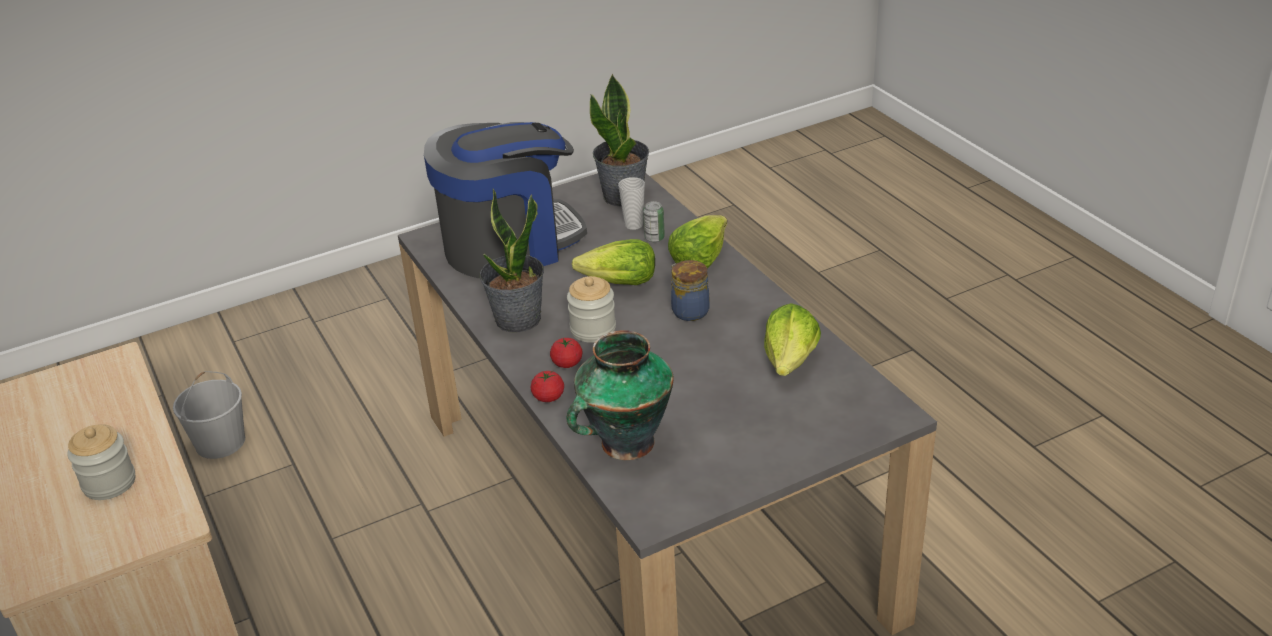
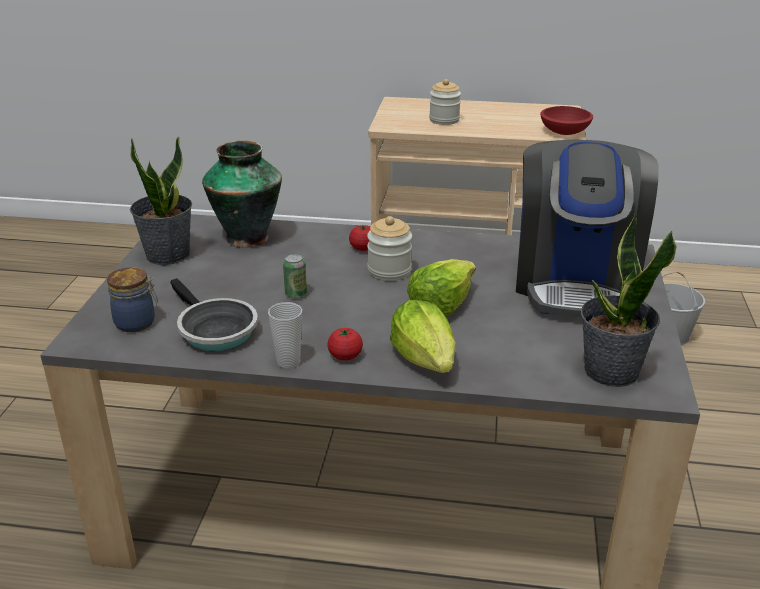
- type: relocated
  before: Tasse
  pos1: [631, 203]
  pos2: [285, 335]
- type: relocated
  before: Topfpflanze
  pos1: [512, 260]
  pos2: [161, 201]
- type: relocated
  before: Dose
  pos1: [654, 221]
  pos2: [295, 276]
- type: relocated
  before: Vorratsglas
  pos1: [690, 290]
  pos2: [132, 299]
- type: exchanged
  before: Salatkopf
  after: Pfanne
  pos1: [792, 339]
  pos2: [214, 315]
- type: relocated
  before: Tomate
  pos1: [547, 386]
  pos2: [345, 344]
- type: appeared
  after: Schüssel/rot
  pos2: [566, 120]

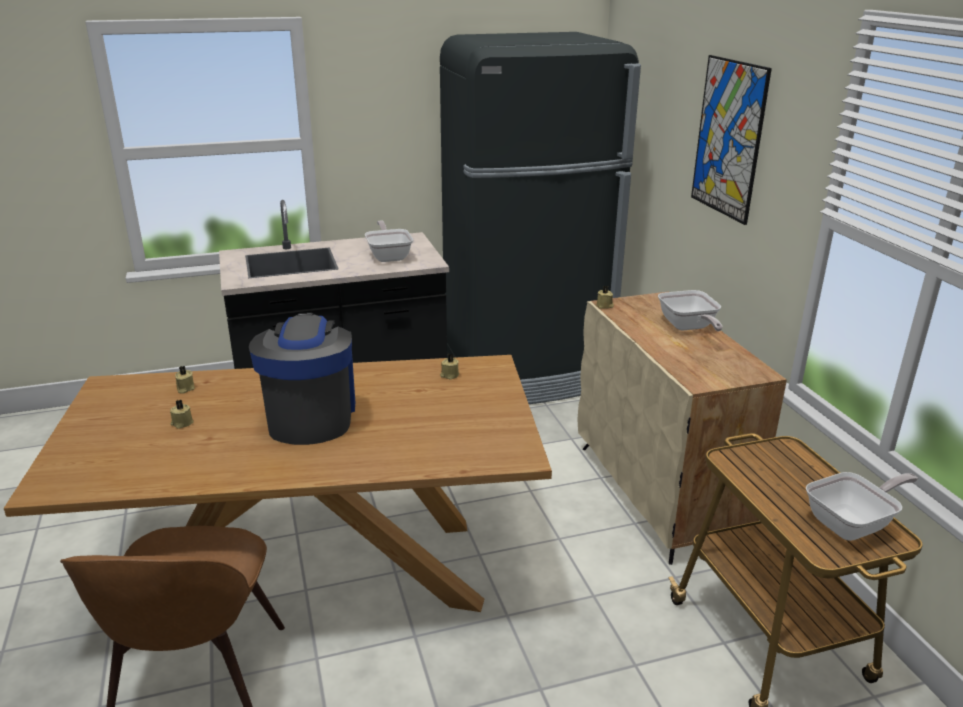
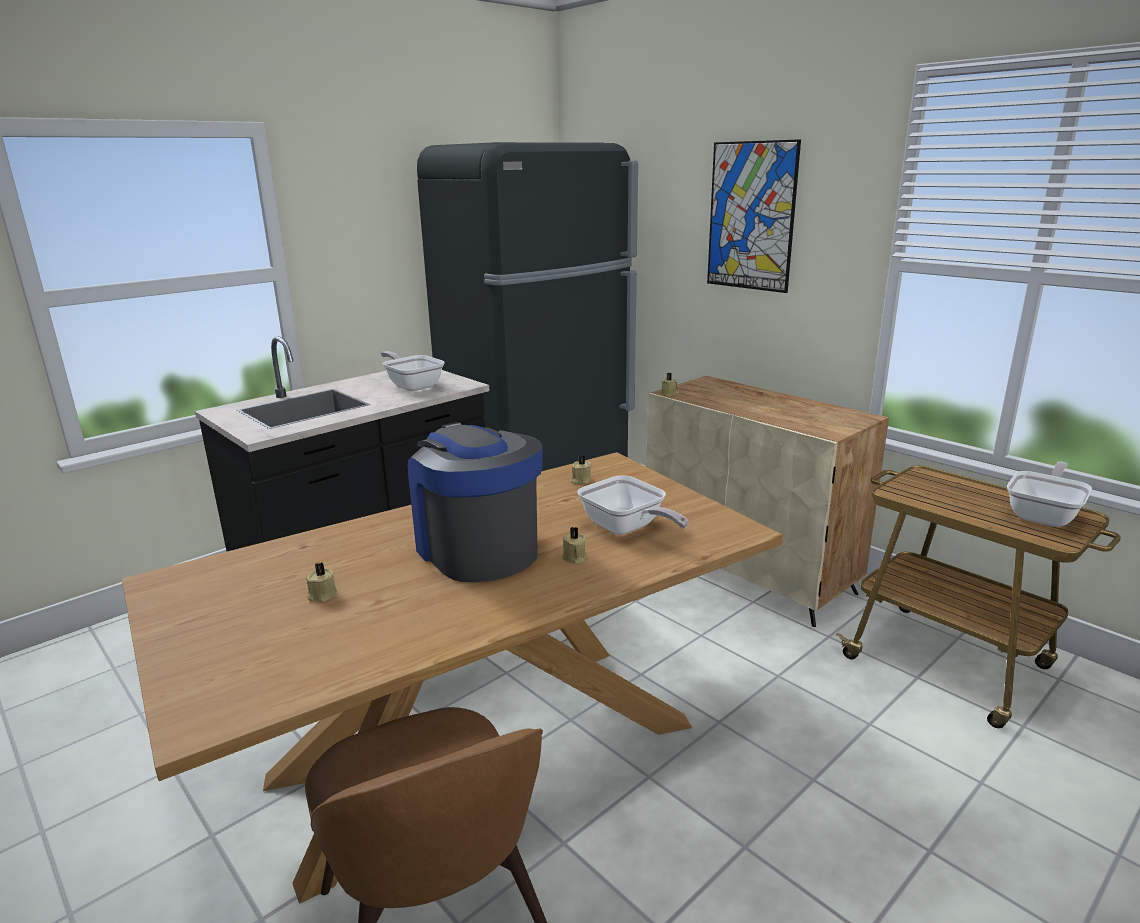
- type: relocated
  before: Pfanne
  pos1: [690, 311]
  pos2: [633, 505]
- type: relocated
  before: Kerze/beige
  pos1: [185, 379]
  pos2: [574, 545]

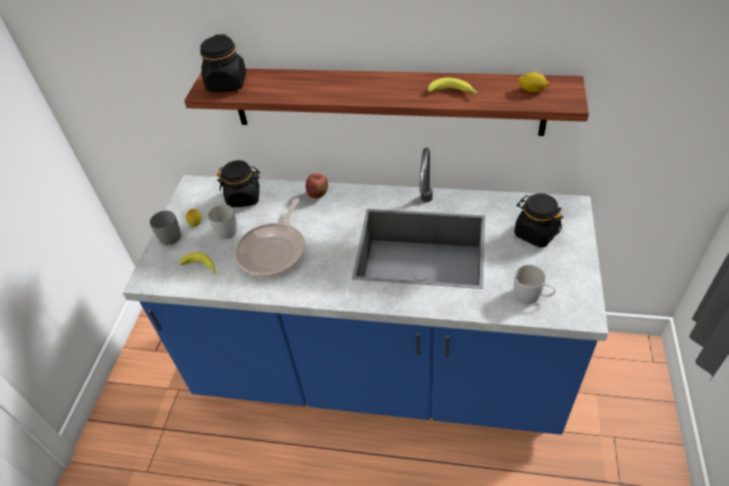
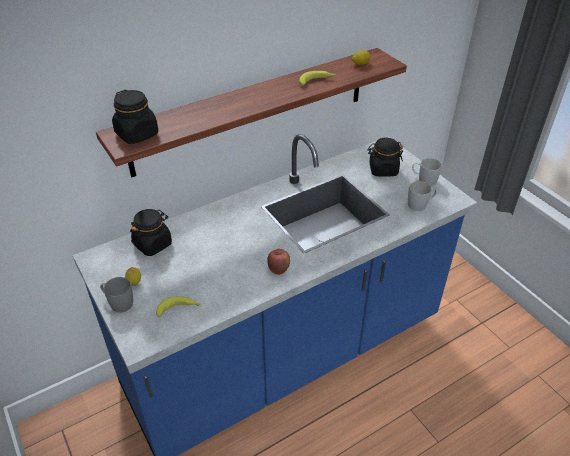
- type: relocated
  before: Apfel
  pos1: [317, 186]
  pos2: [278, 262]
- type: missing
  before: Pfanne
  pos1: [270, 238]
- type: relocated
  before: Henkelbecher/weiß
  pos1: [222, 221]
  pos2: [427, 172]

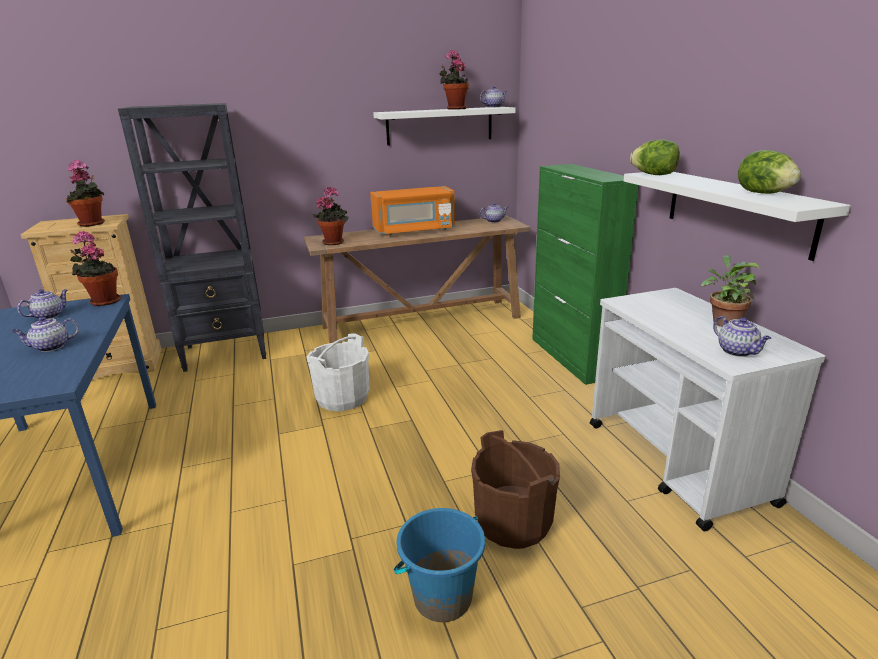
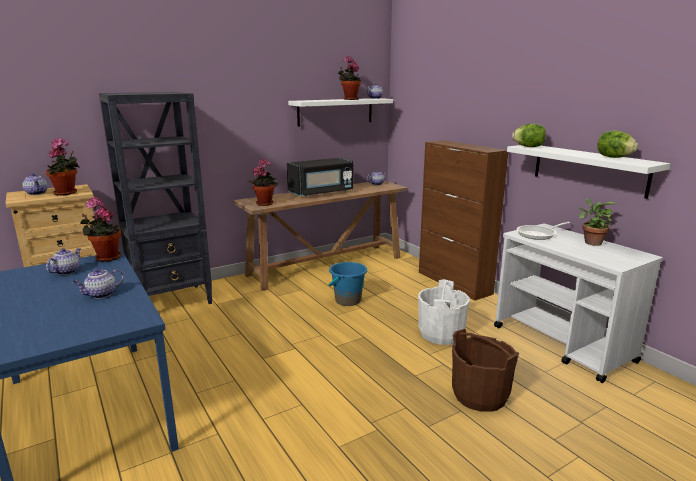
- type: colour
  before: Schrank/grün
  after: Schrank/braun
  pos1: [585, 274]
  pos2: [463, 220]
- type: colour
  before: Mikrowelle/orange
  after: Mikrowelle/schwarz
  pos1: [412, 211]
  pos2: [320, 177]
- type: relocated
  before: Teekanne
  pos1: [742, 336]
  pos2: [35, 184]
- type: relocated
  before: Eimer/weiß
  pos1: [338, 372]
  pos2: [444, 312]
- type: relocated
  before: Eimer/blau
  pos1: [439, 565]
  pos2: [348, 284]
- type: appeared
  after: Pfanne
  pos2: [543, 231]

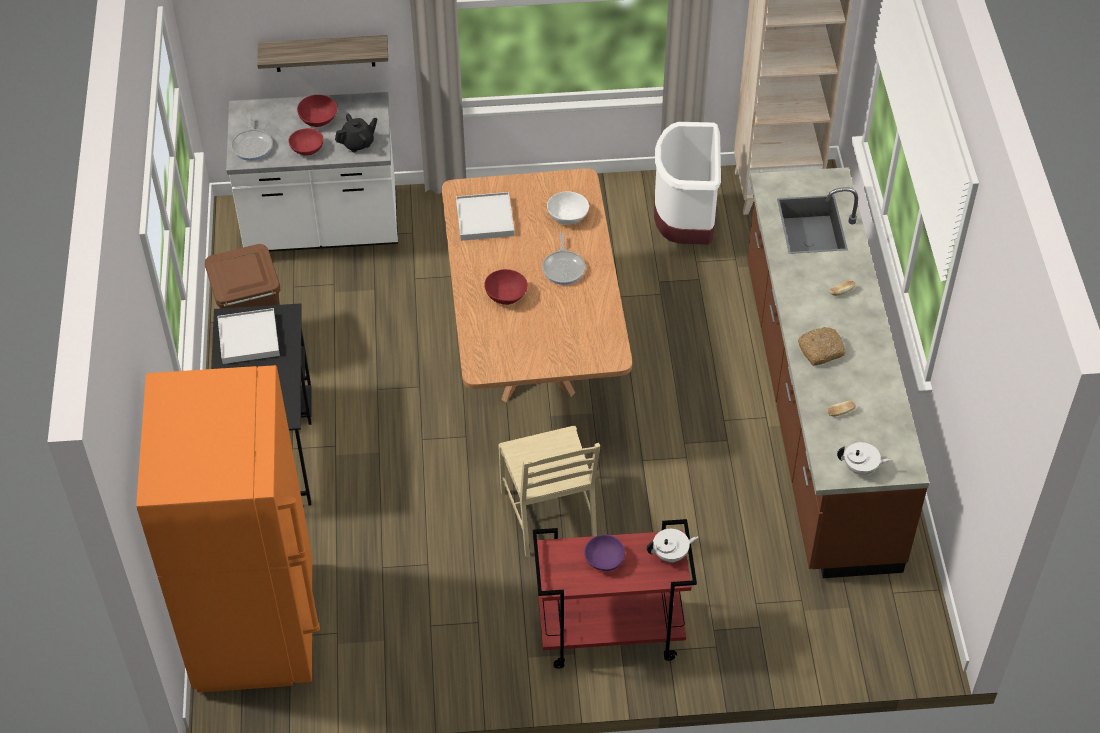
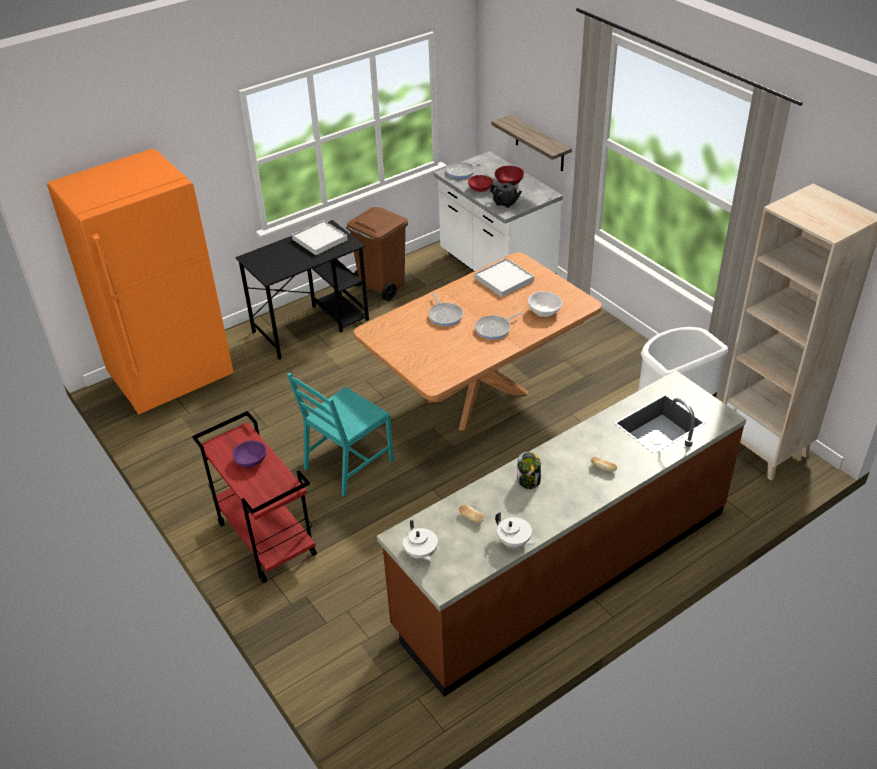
- type: exchanged
  before: Schüssel/rot
  after: Pfanne
  pos1: [506, 287]
  pos2: [445, 309]
- type: exchanged
  before: Brot
  after: Vorratsglas
  pos1: [822, 346]
  pos2: [529, 470]
- type: colour
  before: Stuhl/beige
  after: Stuhl/türkis
  pos1: [549, 491]
  pos2: [340, 434]
- type: relocated
  before: Teekanne/weiß
  pos1: [672, 545]
  pos2: [515, 530]

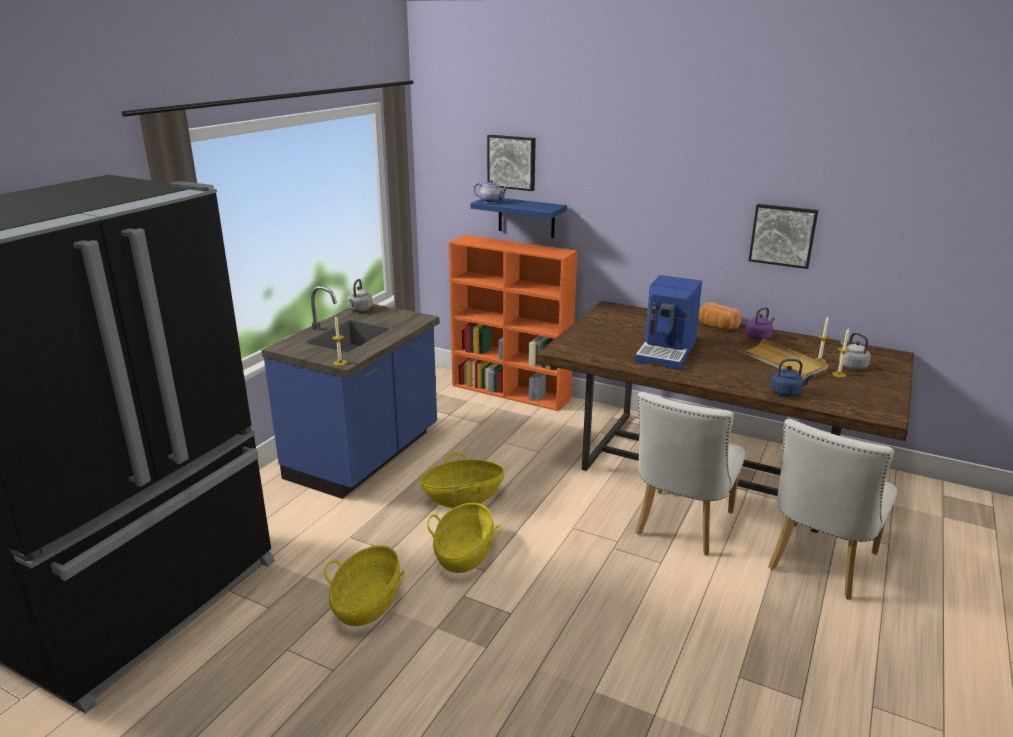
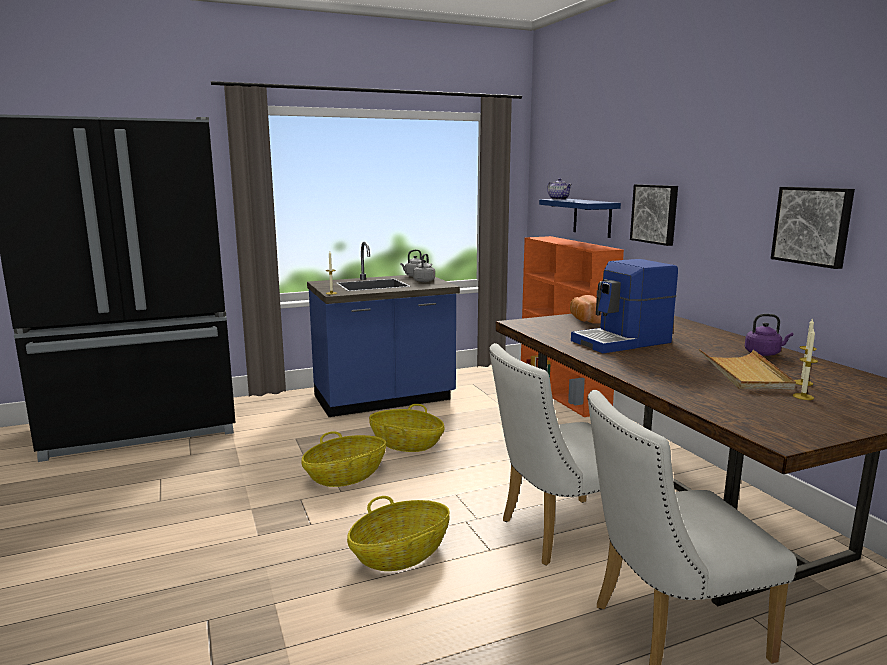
- type: relocated
  before: Bild
  pos1: [511, 163]
  pos2: [654, 215]
- type: relocated
  before: Brot
  pos1: [720, 316]
  pos2: [585, 309]
- type: relocated
  before: Wasserkessel/grau
  pos1: [855, 351]
  pos2: [424, 268]
- type: missing
  before: Wasserkessel/blau
  pos1: [792, 377]
- type: relocated
  before: Korb
  pos1: [364, 585]
  pos2: [398, 533]

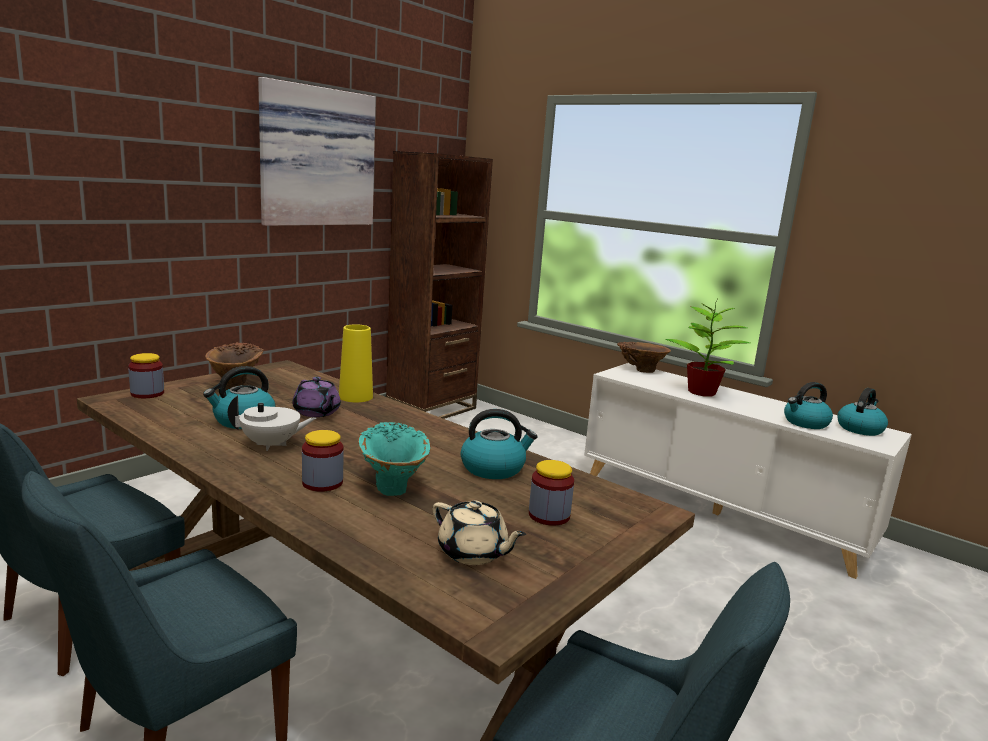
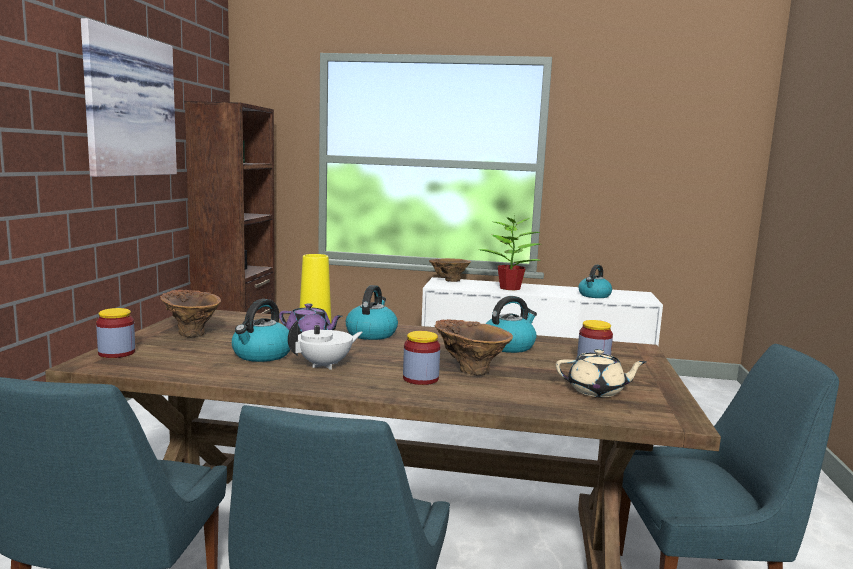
- type: relocated
  before: Wasserkessel
  pos1: [862, 412]
  pos2: [372, 312]
- type: colour
  before: Vase/türkis
  after: Vase/braun
  pos1: [394, 459]
  pos2: [474, 347]

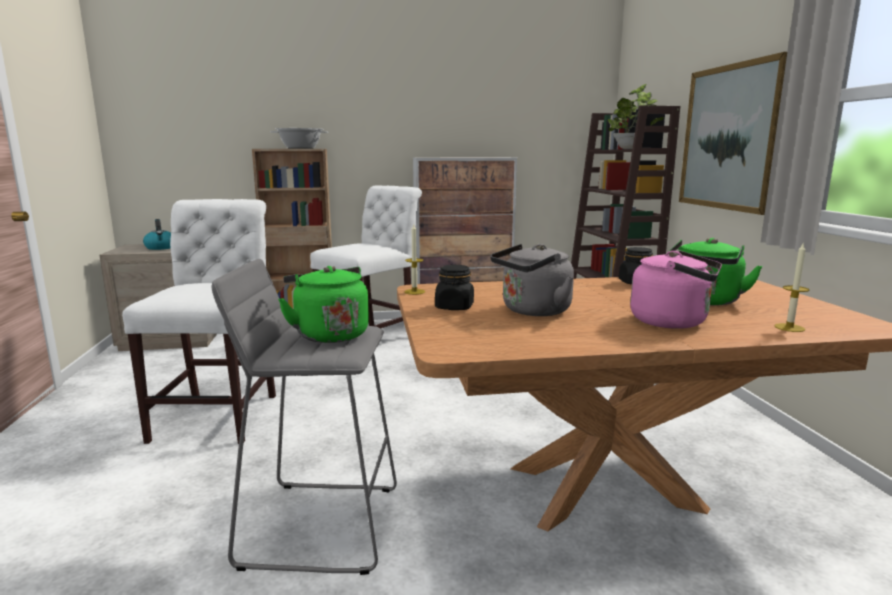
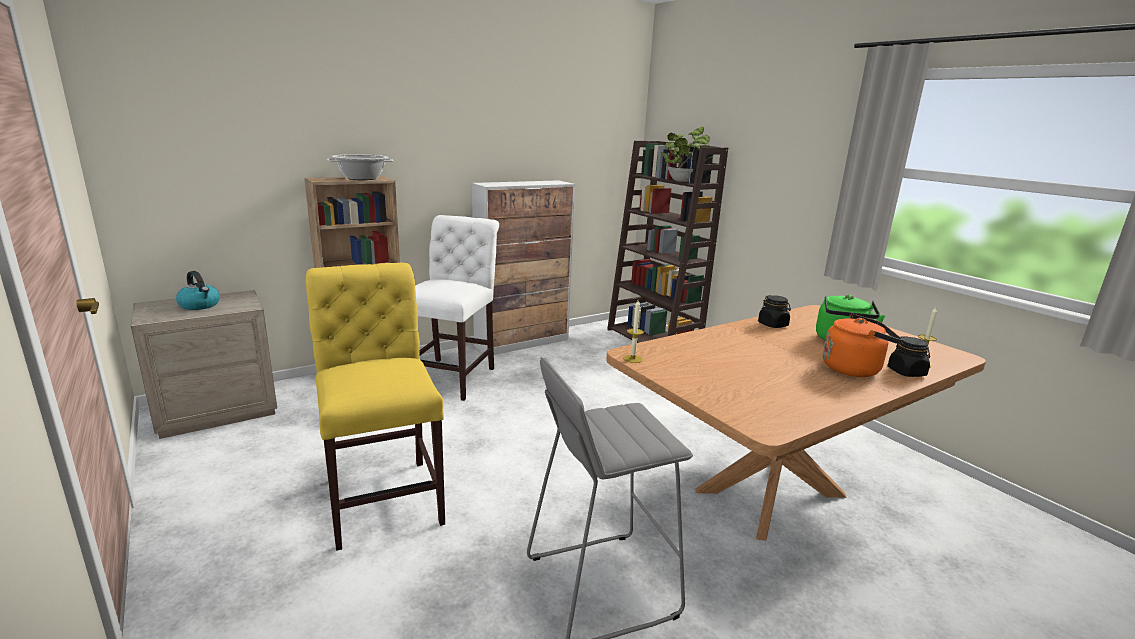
- type: missing
  before: Bild
  pos1: [733, 133]
- type: colour
  before: Stuhl/weiß
  after: Stuhl/gelb
  pos1: [199, 321]
  pos2: [375, 407]
- type: missing
  before: Wasserkessel/grau
  pos1: [532, 280]
- type: colour
  before: Wasserkessel/rosa
  after: Wasserkessel/orange
  pos1: [676, 290]
  pos2: [862, 345]
- type: relocated
  before: Vorratsglas/schwarz
  pos1: [454, 287]
  pos2: [909, 356]
- type: missing
  before: Wasserkessel/grün
  pos1: [323, 304]

